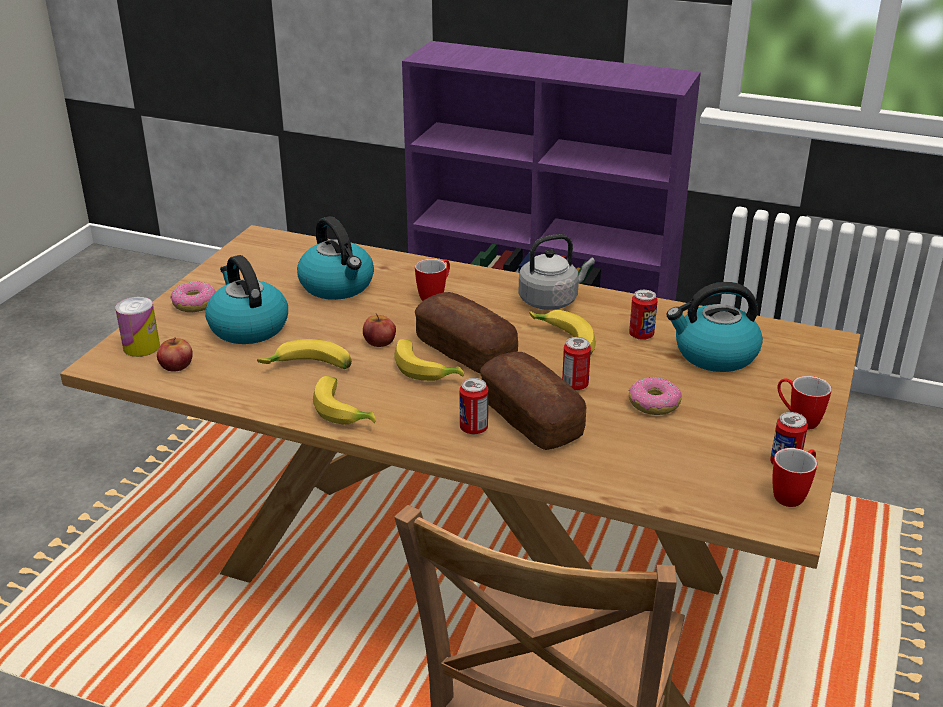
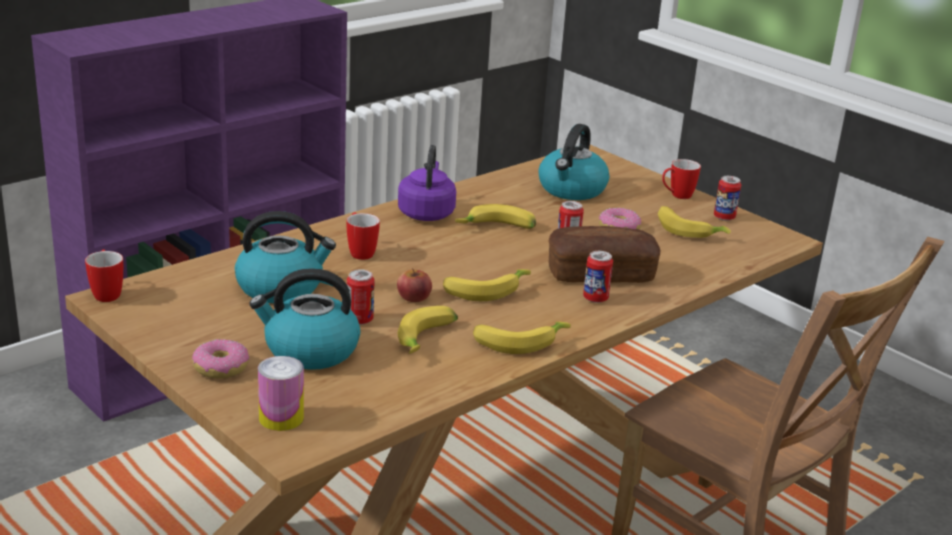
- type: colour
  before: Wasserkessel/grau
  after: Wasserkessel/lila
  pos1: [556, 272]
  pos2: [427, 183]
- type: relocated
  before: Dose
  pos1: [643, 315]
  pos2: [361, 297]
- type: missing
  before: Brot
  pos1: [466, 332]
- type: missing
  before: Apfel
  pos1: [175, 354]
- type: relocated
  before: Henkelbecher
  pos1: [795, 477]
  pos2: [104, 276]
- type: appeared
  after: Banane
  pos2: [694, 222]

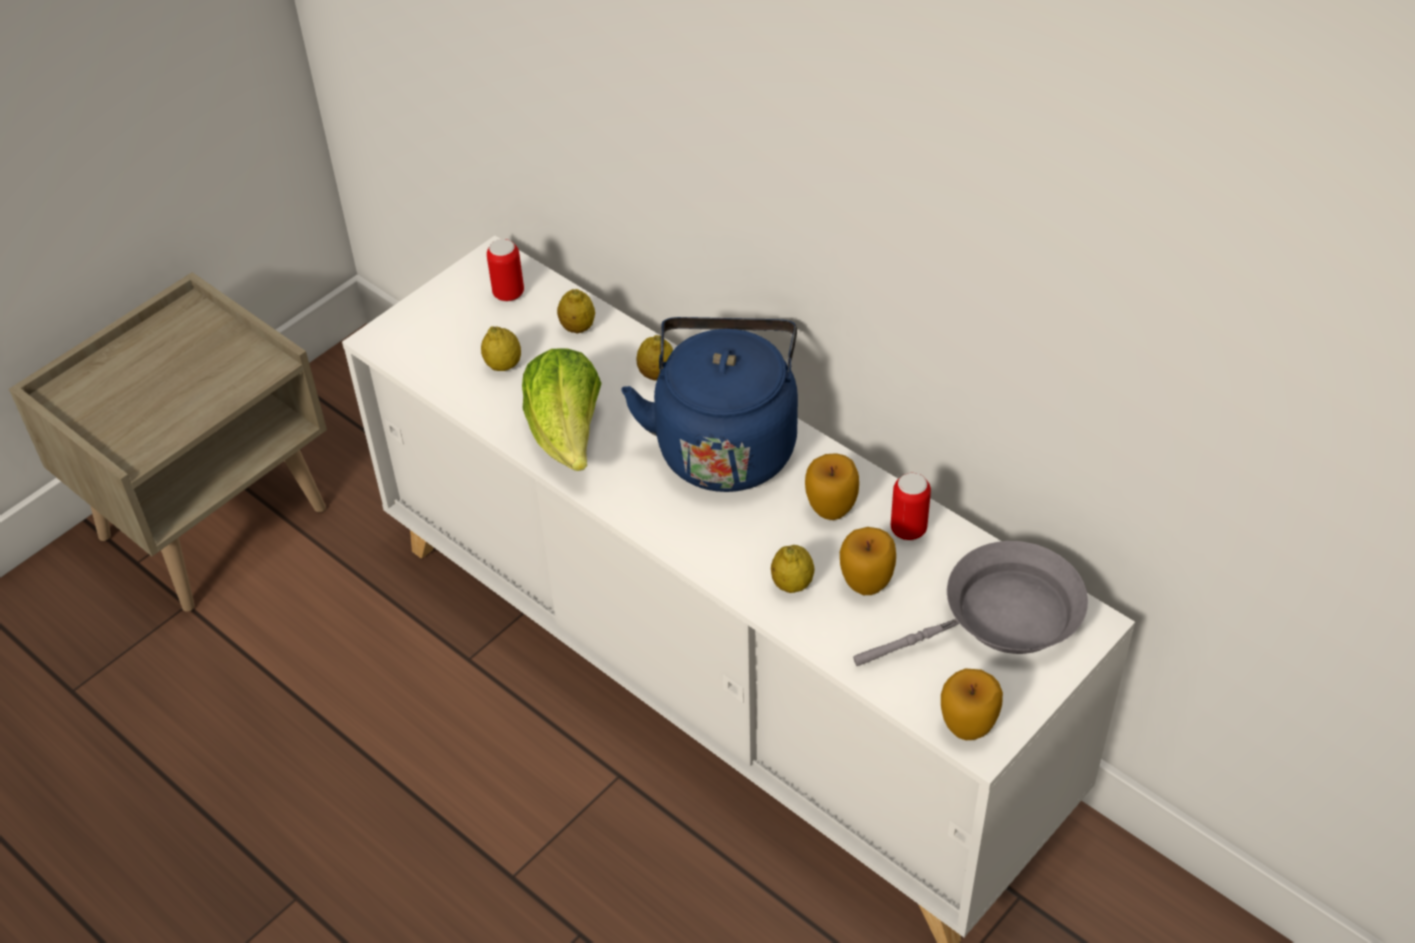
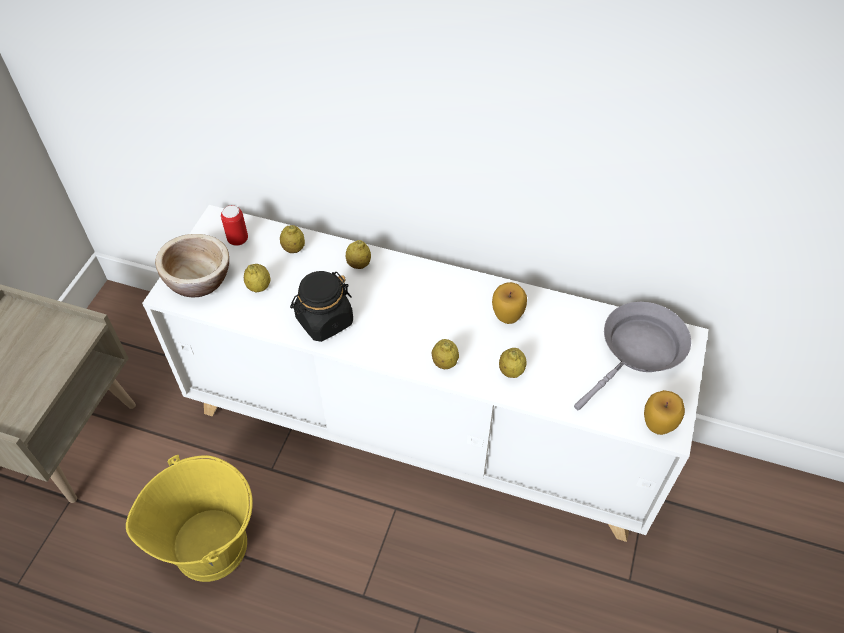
- type: missing
  before: Wasserkessel/blau
  pos1: [710, 404]
- type: exchanged
  before: Salatkopf
  after: Vorratsglas/schwarz
  pos1: [561, 410]
  pos2: [321, 306]
- type: missing
  before: Dose
  pos1: [911, 507]
- type: missing
  before: Apfel
  pos1: [868, 561]
- type: appeared
  after: Schüssel
  pos2: [192, 265]
- type: appeared
  after: Zitrone
  pos2: [445, 354]
- type: appeared
  after: Eimer/gelb
  pos2: [189, 518]

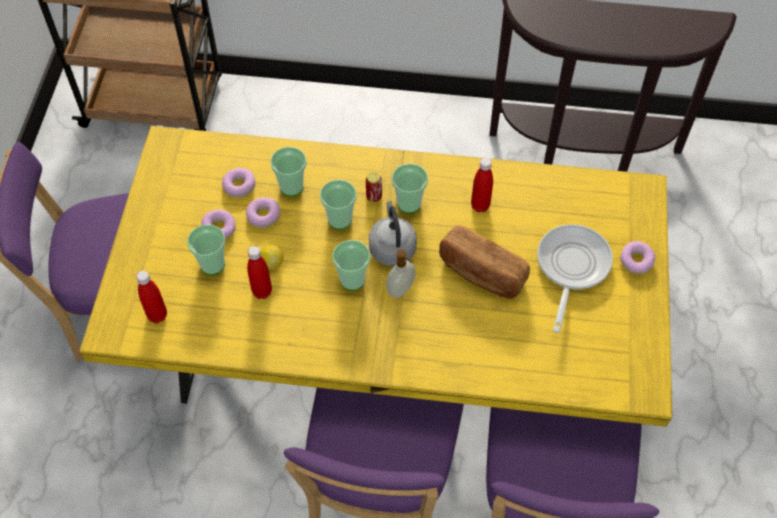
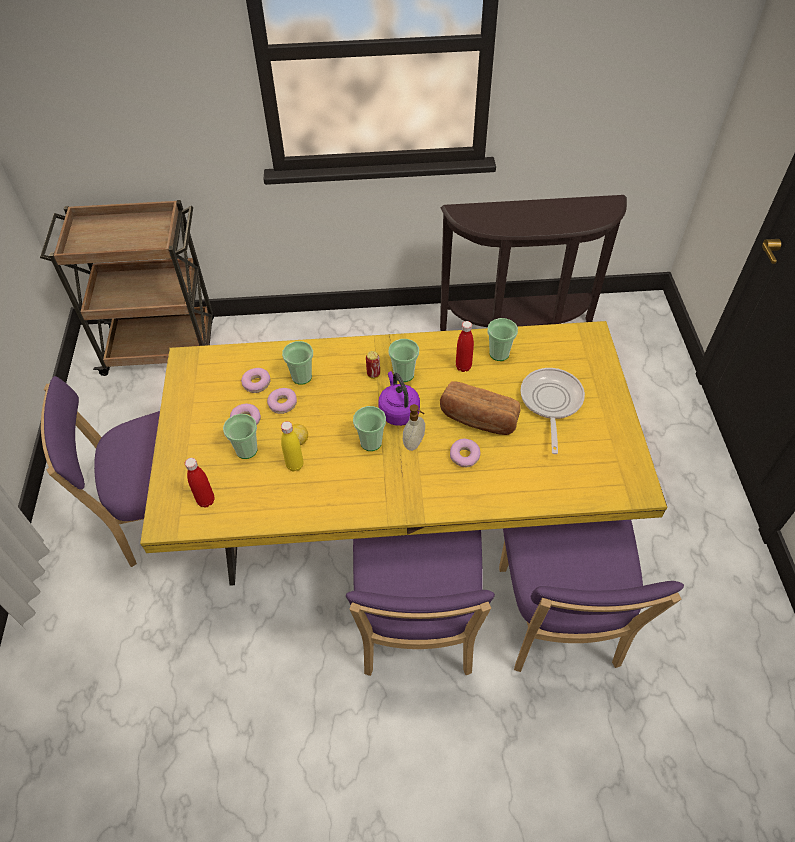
- type: relocated
  before: Tasse
  pos1: [338, 204]
  pos2: [503, 339]
- type: colour
  before: Wasserkessel/grau
  after: Wasserkessel/lila
  pos1: [393, 233]
  pos2: [399, 398]
- type: relocated
  before: Donut
  pos1: [637, 257]
  pos2: [465, 452]
- type: colour
  before: Flasche/rot
  after: Flasche/gelb
  pos1: [259, 272]
  pos2: [292, 446]

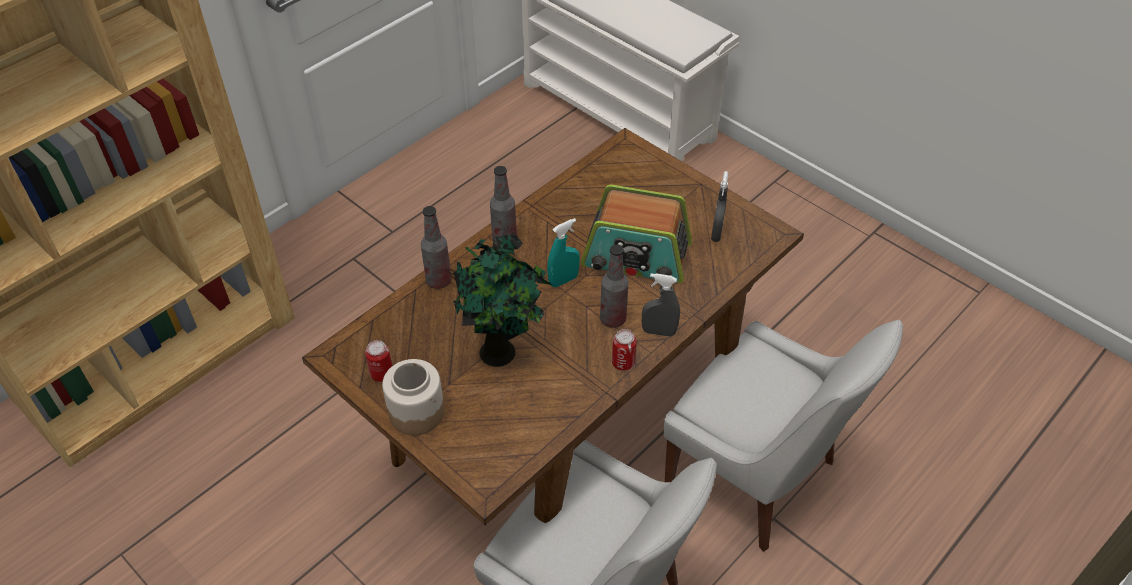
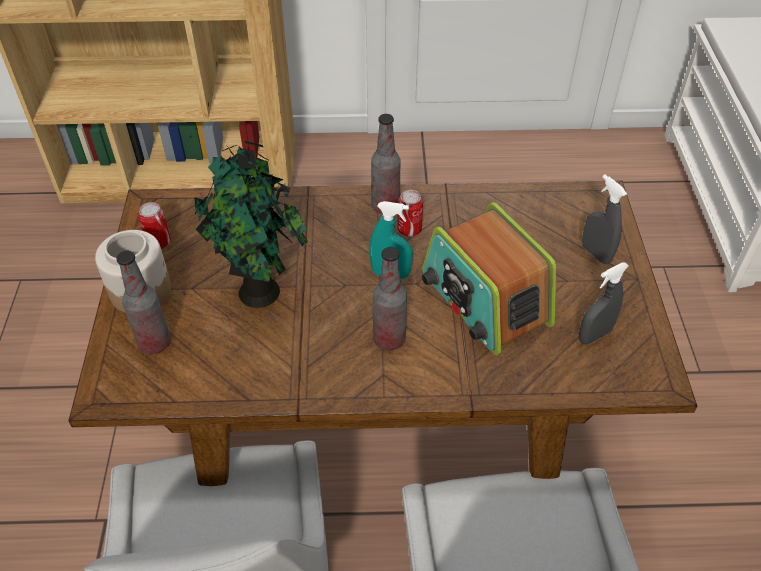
- type: relocated
  before: Flasche
  pos1: [436, 247]
  pos2: [143, 302]
- type: relocated
  before: Sprühflasche/grau
  pos1: [661, 305]
  pos2: [604, 219]
- type: relocated
  before: Dose
  pos1: [624, 350]
  pos2: [410, 213]

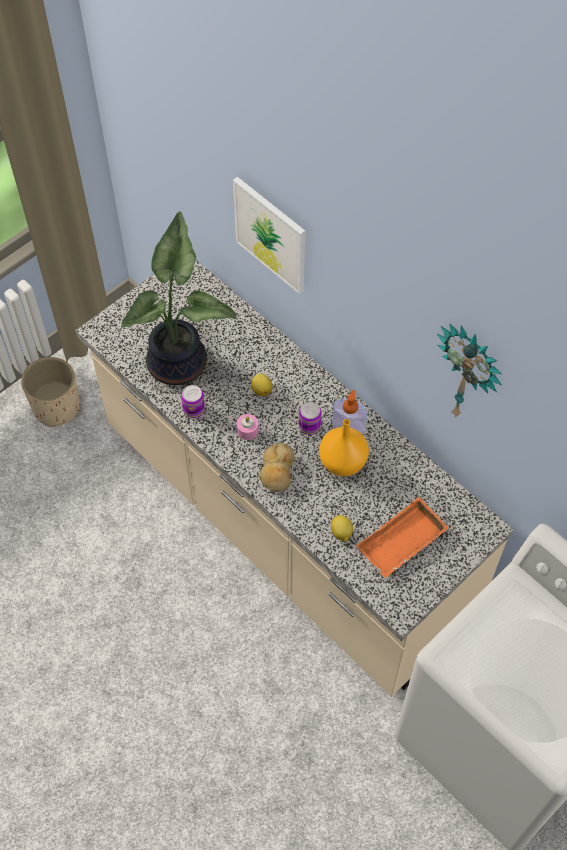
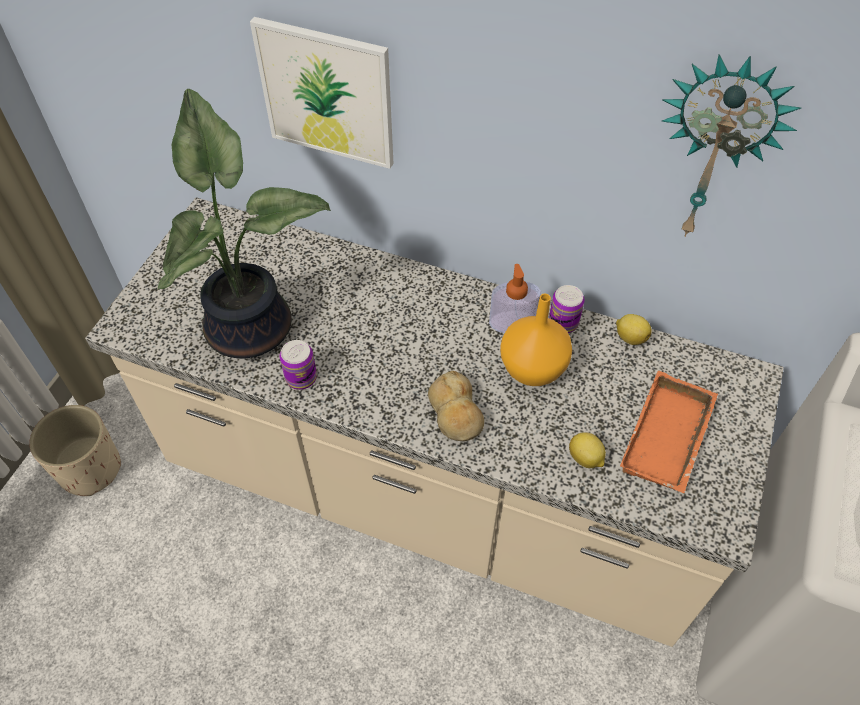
- type: relocated
  before: Zitrone
  pos1: [261, 385]
  pos2: [634, 329]
- type: relocated
  before: Dose
  pos1: [310, 418]
  pos2: [567, 309]
- type: missing
  before: Kerze/rosa
  pos1: [248, 427]

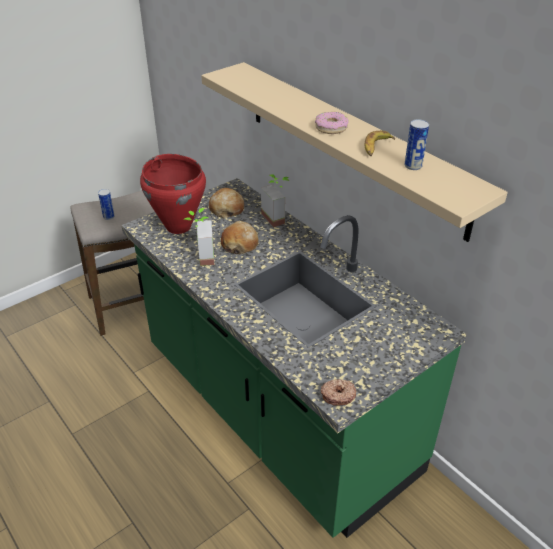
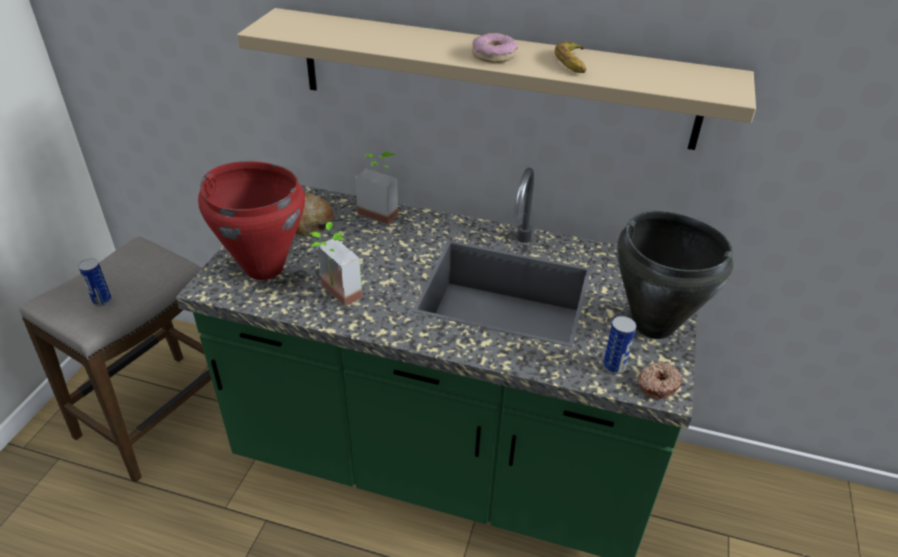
- type: relocated
  before: Dose
  pos1: [417, 144]
  pos2: [619, 345]
- type: missing
  before: Brot
  pos1: [240, 237]
- type: appeared
  after: Kochtopf/schwarz
  pos2: [675, 275]

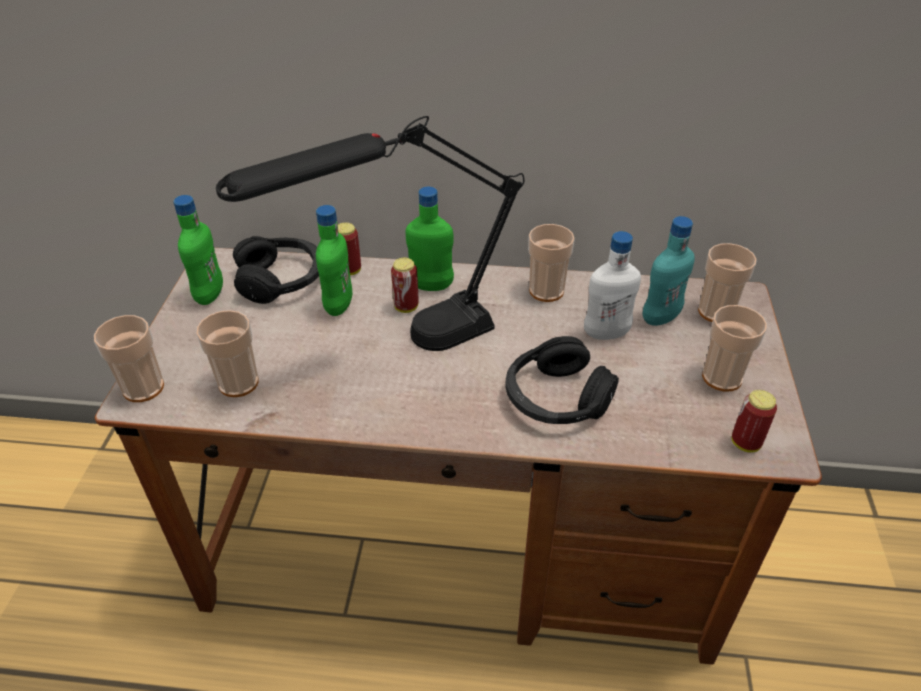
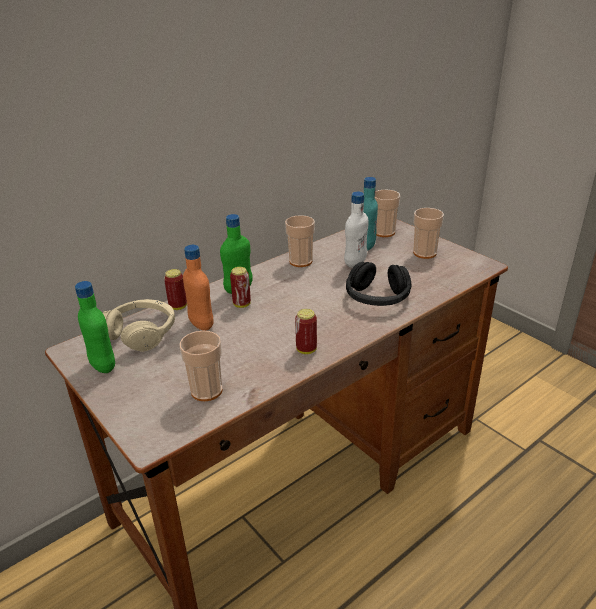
- type: missing
  before: Tischlampe/schwarz
  pos1: [370, 233]
- type: colour
  before: Flasche/grün
  after: Flasche/orange
  pos1: [334, 260]
  pos2: [198, 288]
- type: colour
  before: Kopfhörer/schwarz
  after: Kopfhörer/beige
  pos1: [276, 270]
  pos2: [139, 325]
- type: missing
  before: Tasse
  pos1: [129, 358]
- type: relocated
  before: Dose
  pos1: [754, 421]
  pos2: [306, 331]

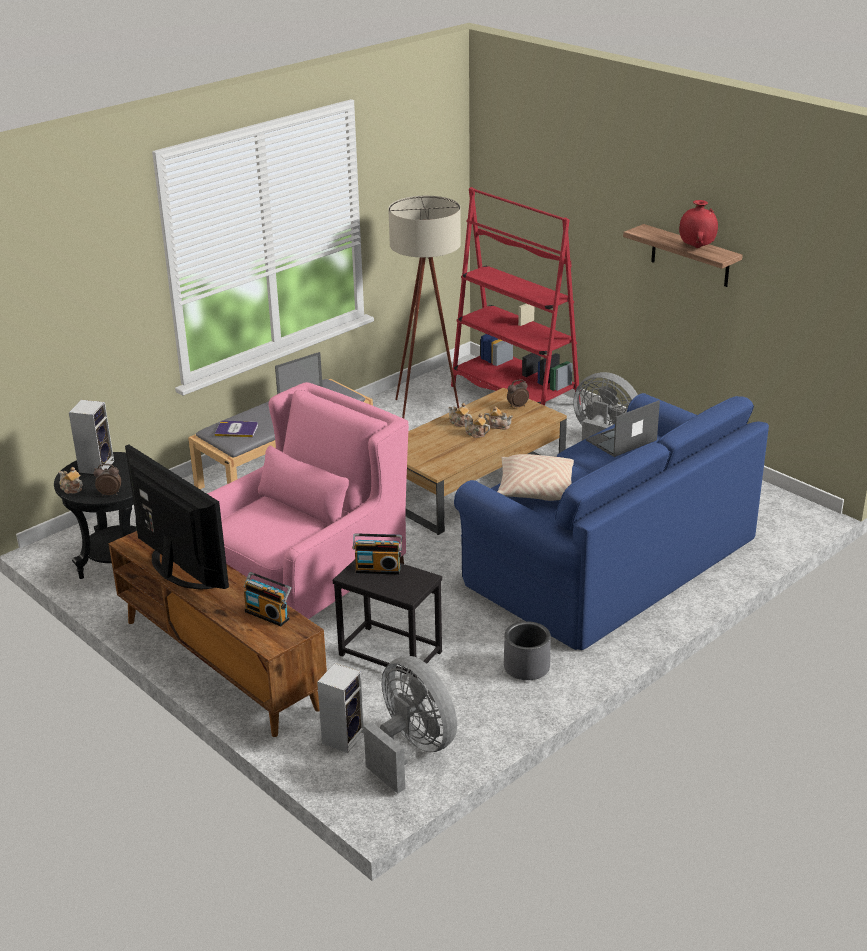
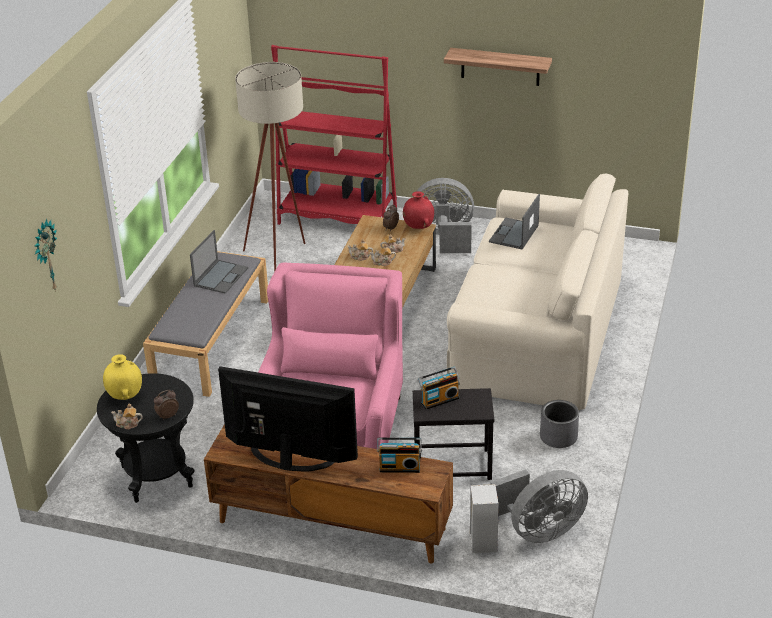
- type: relocated
  before: Vase/rot
  pos1: [698, 224]
  pos2: [418, 210]
- type: colour
  before: Sofa/blau
  after: Sofa/beige
  pos1: [611, 521]
  pos2: [537, 292]
- type: exchanged
  before: Lautsprecher
  after: Vase/gelb
  pos1: [91, 437]
  pos2: [122, 377]
- type: missing
  before: Buch
  pos1: [236, 429]
- type: missing
  before: Kissen/beige
  pos1: [535, 477]
- type: spun
  before: Ventilator/grau
  pos1: [410, 725]
  pos2: [539, 506]
  turn: 135
- type: appeared
  after: Wanduhr
  pos2: [45, 255]

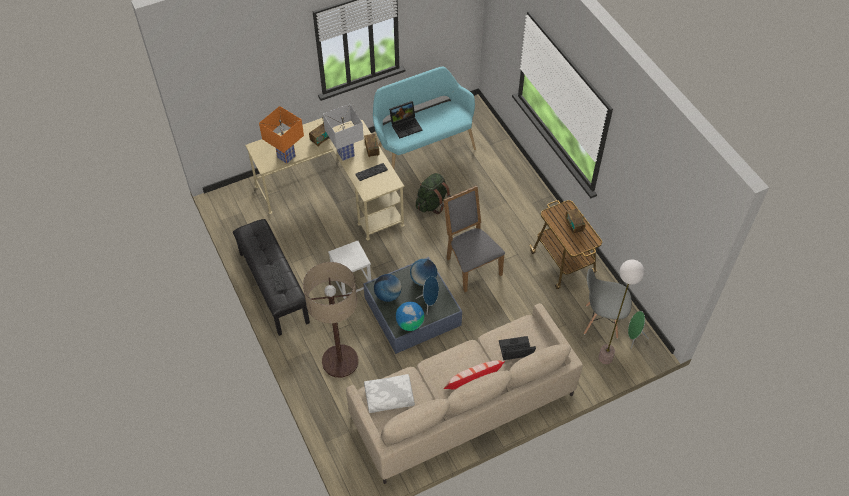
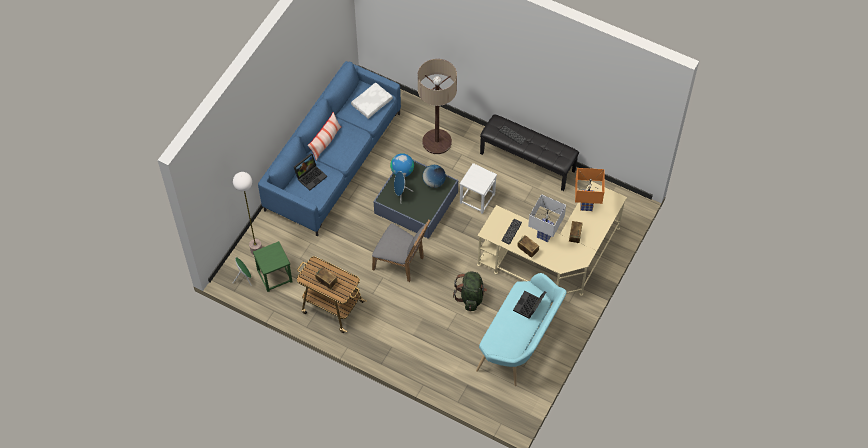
- type: missing
  before: Globus
  pos1: [423, 272]
- type: exchanged
  before: Stuhl/grau
  after: Hocker/grün
  pos1: [608, 303]
  pos2: [273, 266]
- type: colour
  before: Sofa/beige
  after: Sofa/blau
  pos1: [464, 393]
  pos2: [329, 149]

